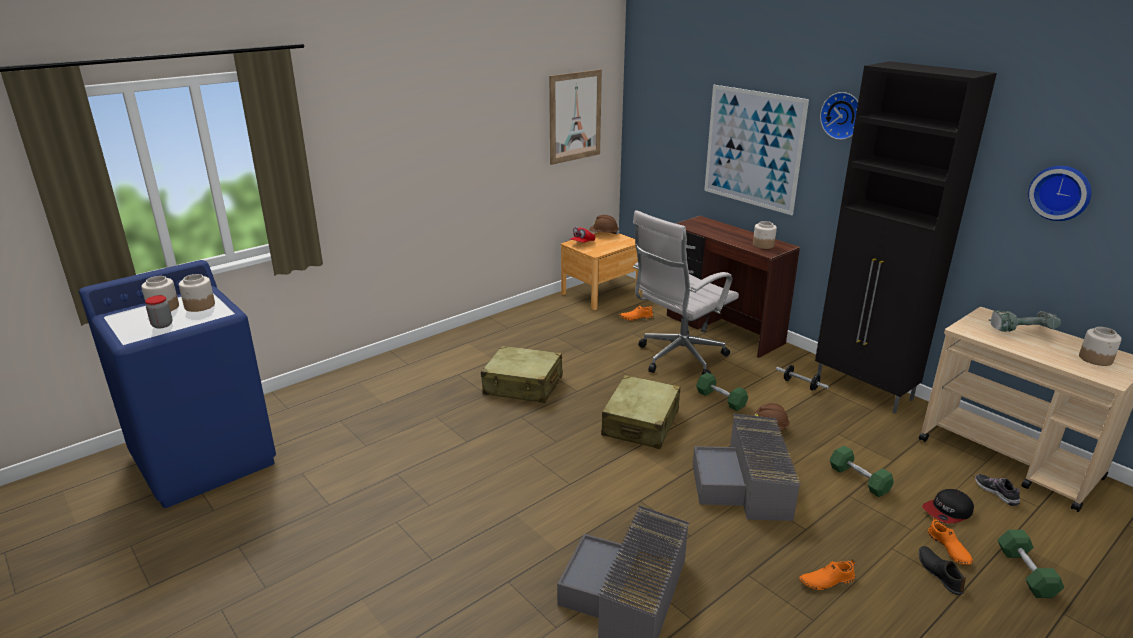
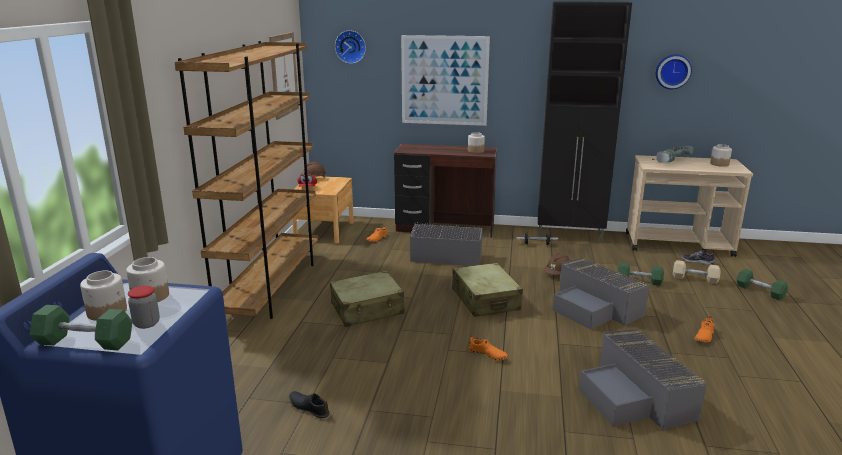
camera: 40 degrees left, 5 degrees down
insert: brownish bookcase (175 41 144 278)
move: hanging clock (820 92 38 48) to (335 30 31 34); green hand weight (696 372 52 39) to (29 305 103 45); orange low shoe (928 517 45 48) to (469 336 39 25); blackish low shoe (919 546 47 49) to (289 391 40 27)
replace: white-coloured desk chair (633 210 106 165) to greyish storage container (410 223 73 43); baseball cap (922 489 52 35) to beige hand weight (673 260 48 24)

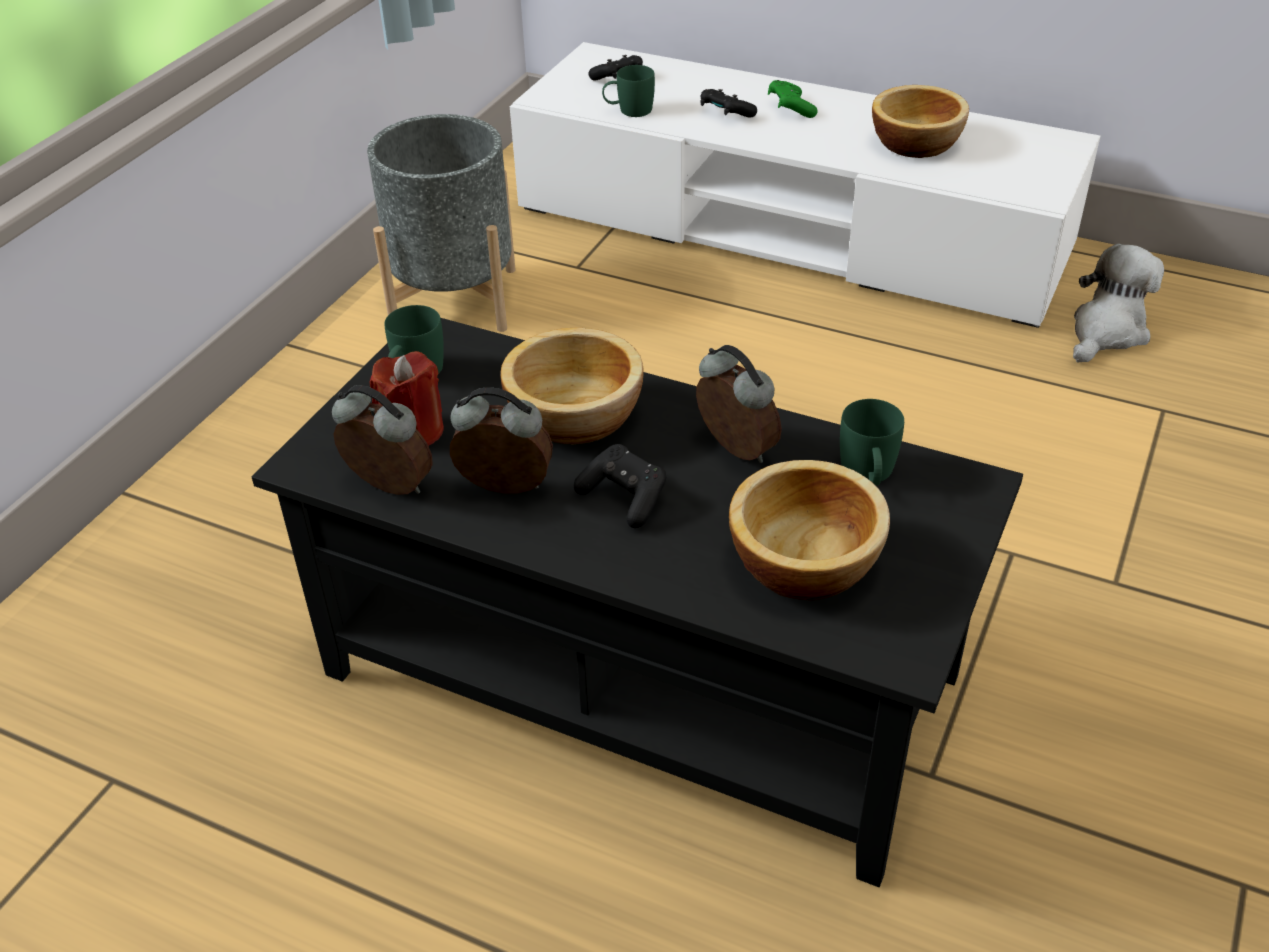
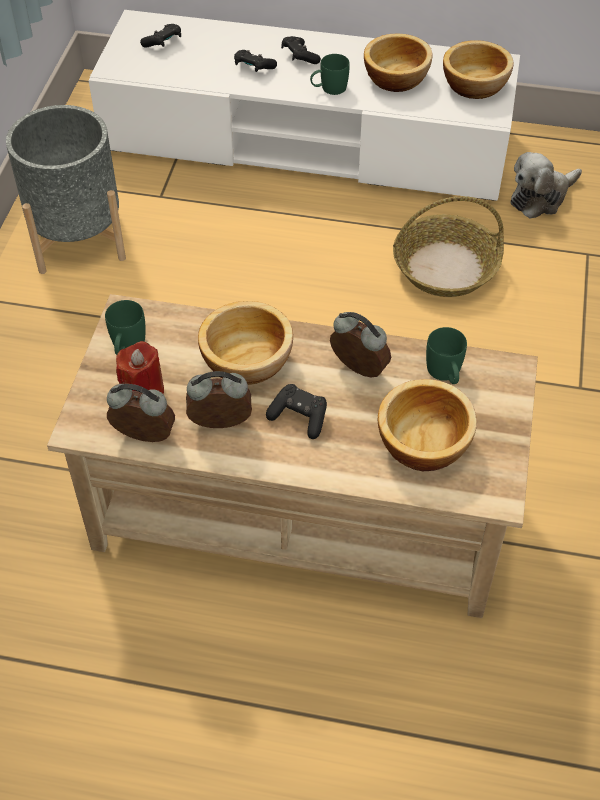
camera: 15 degrees left, 10 degrees up
insert: bowl (443 40 71 59); basket (393 196 111 101)
move: green mug (602 65 53 52) to (310 54 40 41)
recolor: green joypad (768 80 50 38) to blackish joypad (281 36 40 28); blackish low table (252 318 771 569) to beige low table (47 294 491 324)
rotate: plush toy (1073 244 91 119) = (511 152 71 67) 150 degrees counterclockwise

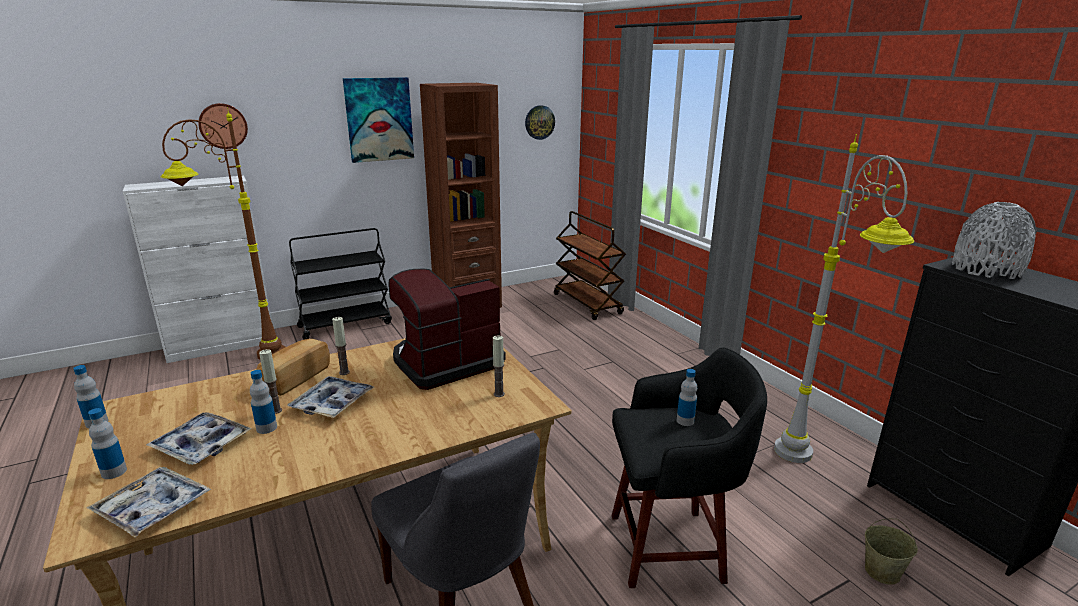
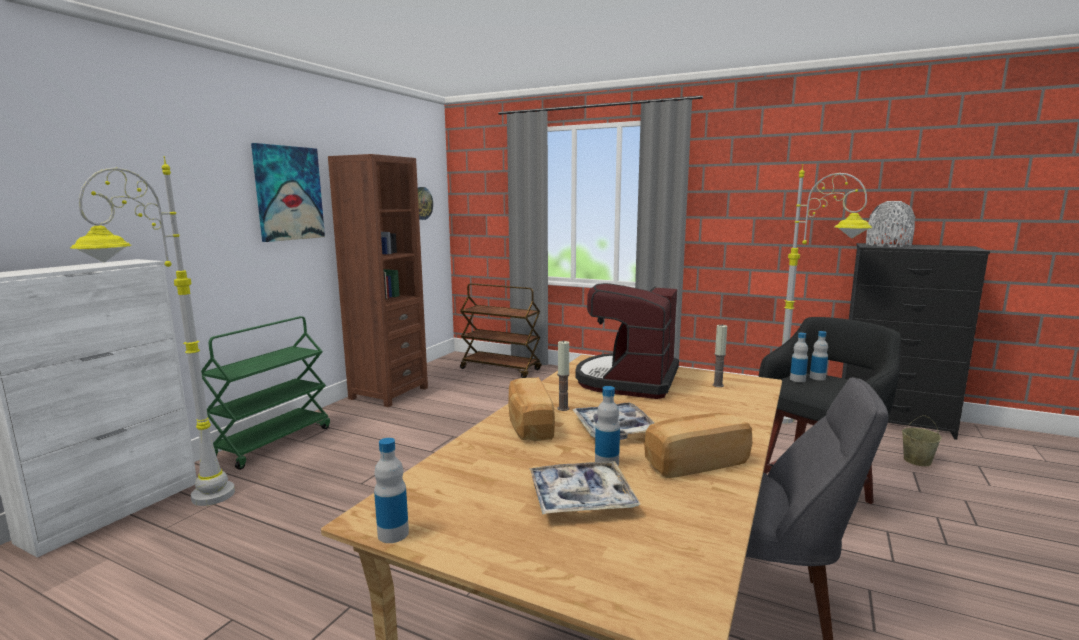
camera: 35 degrees left, 10 degrees down
delete: hanging clock (198 103 50 46); wax candle (259 349 23 65); serving tray (86 467 125 70)
insert: bread (644 413 108 65)
move: beverage bottle (88 408 39 71) to (790 333 18 49)
recolor: brownish floor lamp (161 107 124 253) to greyish floor lamp (70 156 165 350); blackish cart (289 228 103 112) to green cart (201 316 129 154)

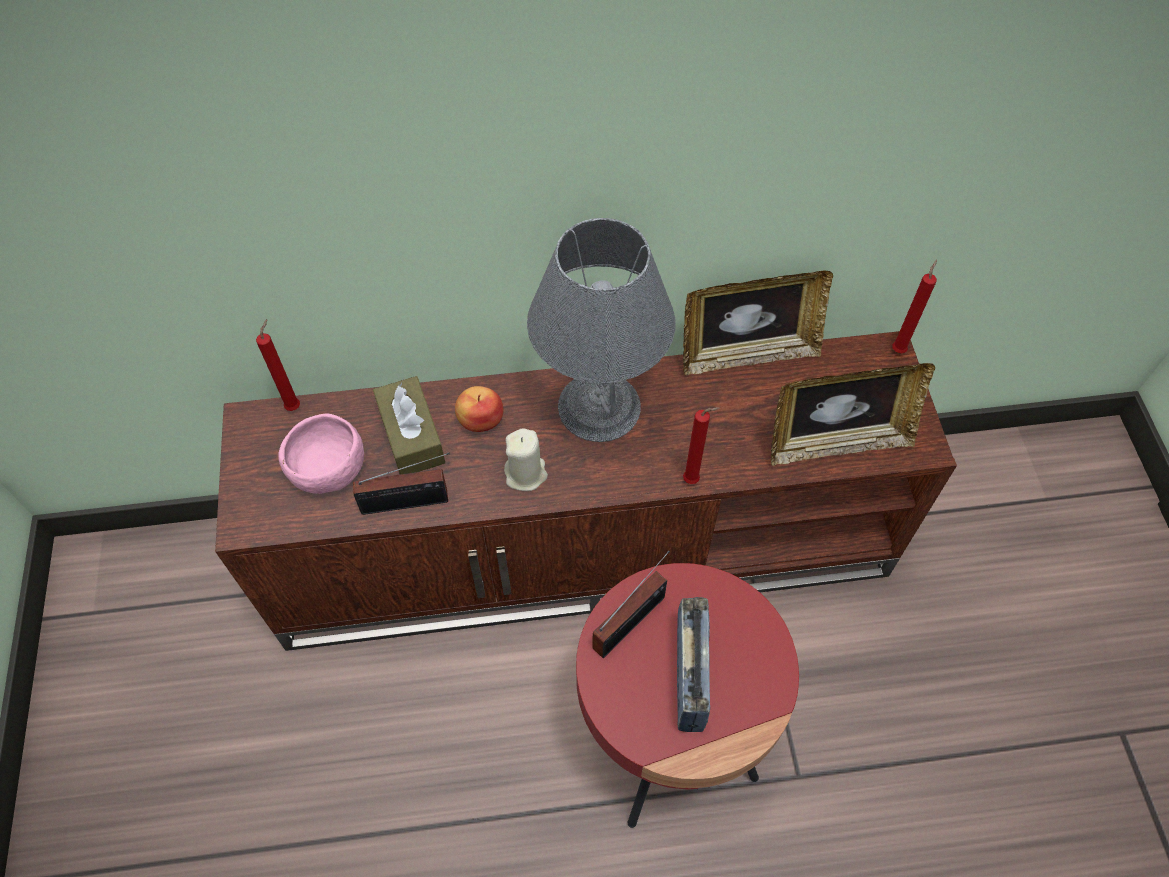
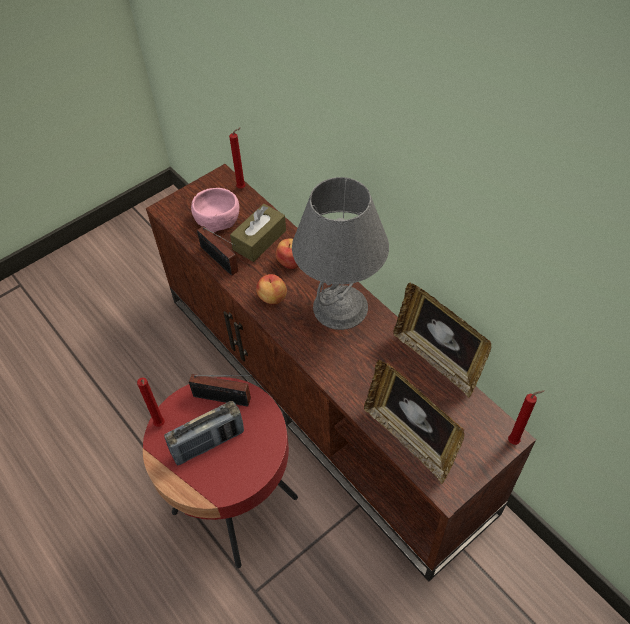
camera: 60 degrees right, 5 degrees down
move: reddish wax candle (683 407 37 77) to (137 377 28 50)
replace: beige wax candle (504 428 44 63) to whole apple (256 274 31 31)

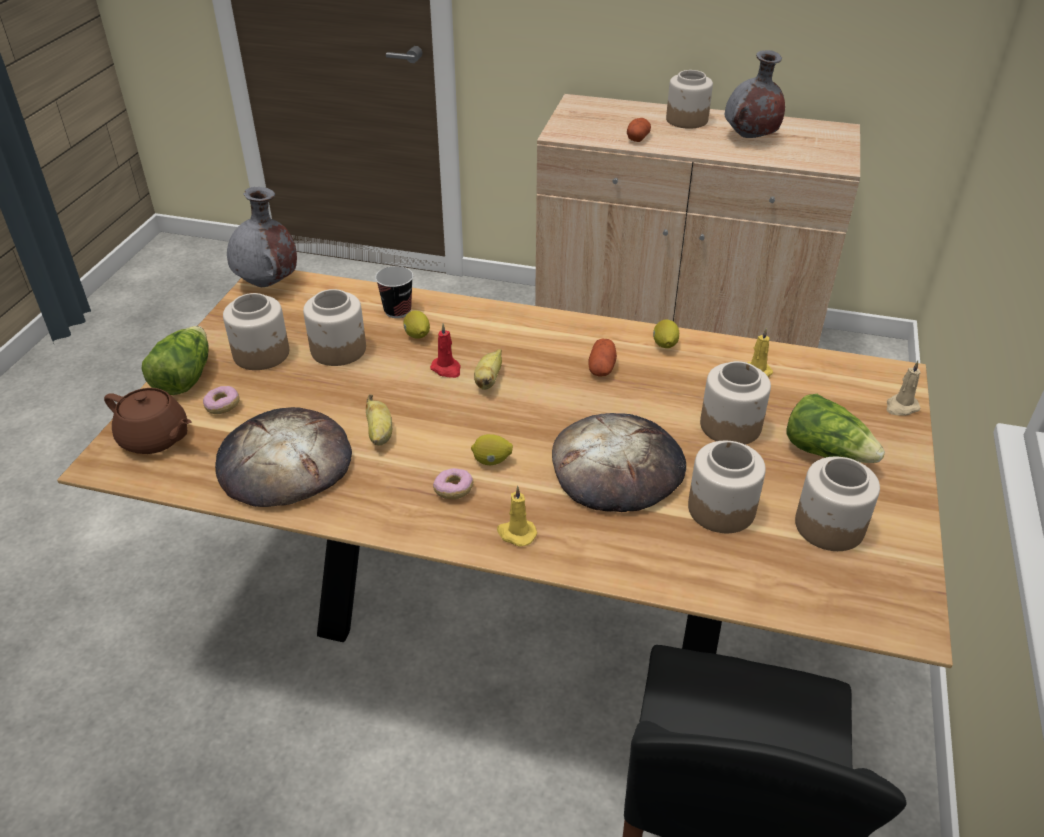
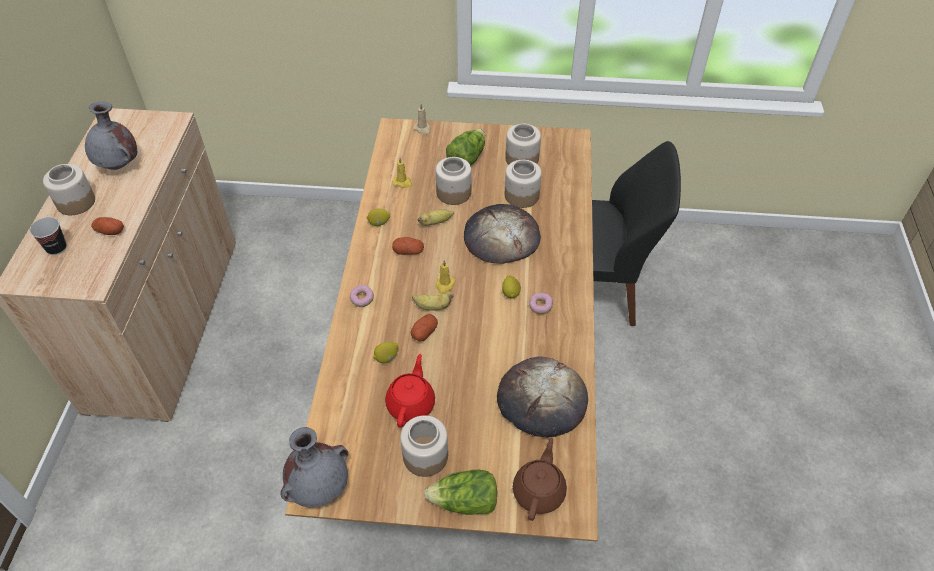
camera: 100 degrees left, 10 degrees up
move: cup (375 266 38 52) to (30 217 37 38); donut (203 386 37 28) to (350 285 24 22); banana fruit (366 395 26 51) to (418 209 36 17); yellow wax candle (497 486 40 60) to (436 260 19 34)
replace: storage jar (303 289 63 77) to reddish teapot (385 354 50 74); reddish wax candle (430 323 31 55) to potato (411 314 27 28)

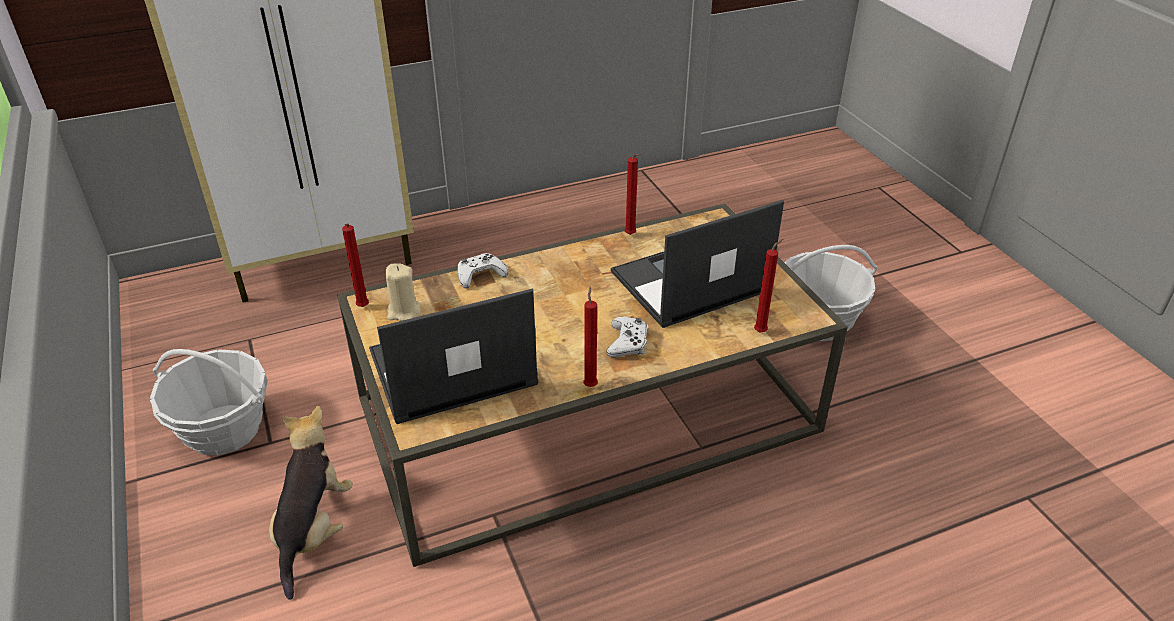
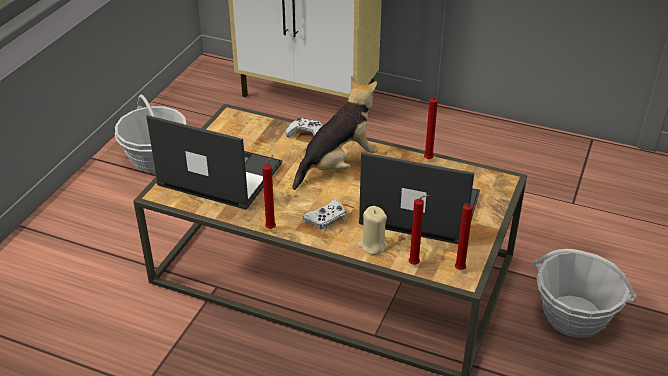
camera: 45 degrees right, 0 degrees up
move: reddish wax candle (342 224 27 83) to (455 203 18 67); beige wax candle (385 263 36 58) to (358 206 30 49); plush toy (269 406 84 194) to (293 76 85 114)

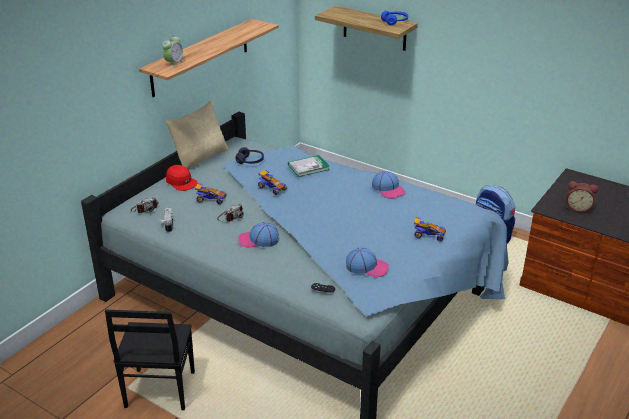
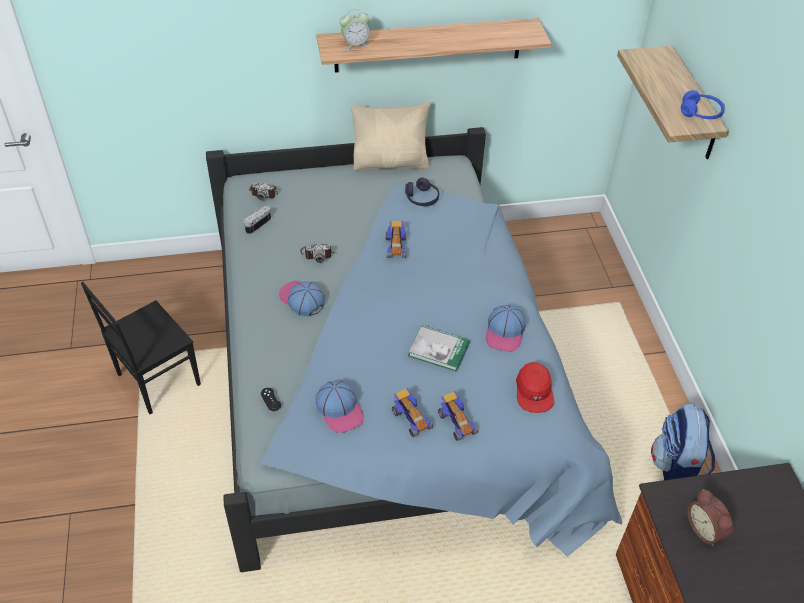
camera: 45 degrees right, 15 degrees up
move: book (288 155 42 22) to (408 325 62 47); reddish baseball cap (166 165 32 26) to (516 362 38 51); miniature car (195 183 32 21) to (392 388 41 49)

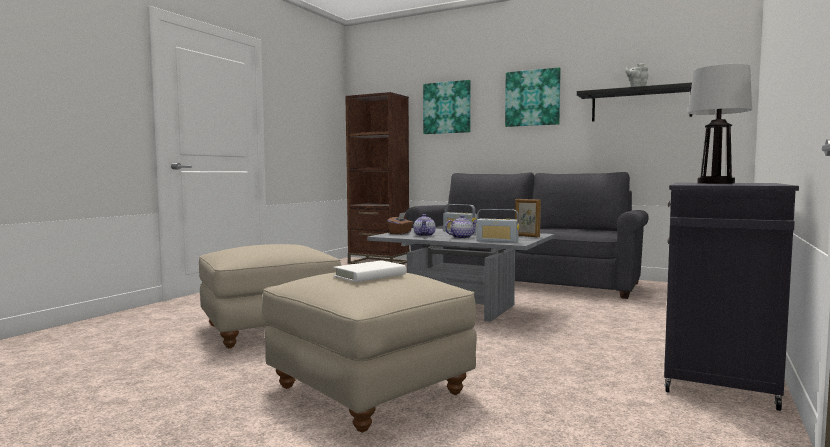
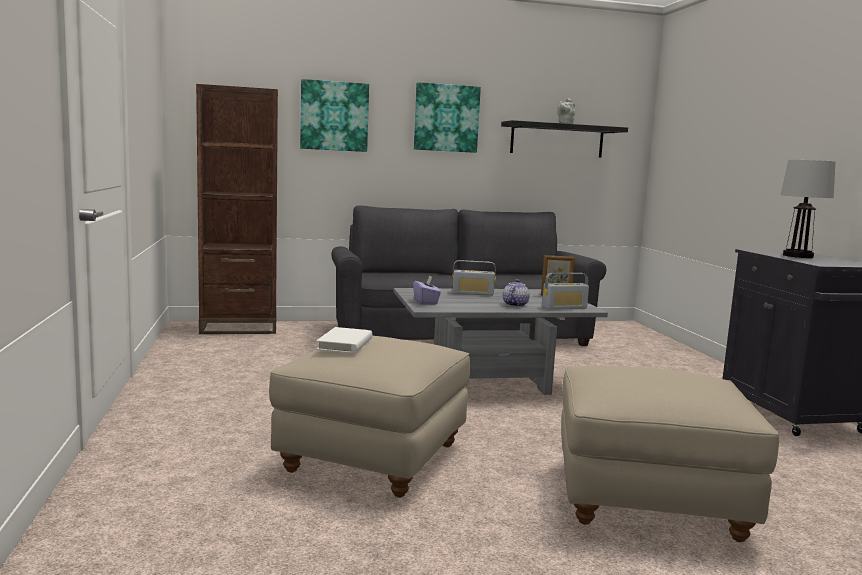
camera: 40 degrees left, 5 degrees up
delete: teapot (413 214 23 23)
move: white-coloured book (333 260 73 22) to (316 327 57 26)
recolor: brownish tissue box (387 212 26 22) to purplish tissue box (413 275 28 29)

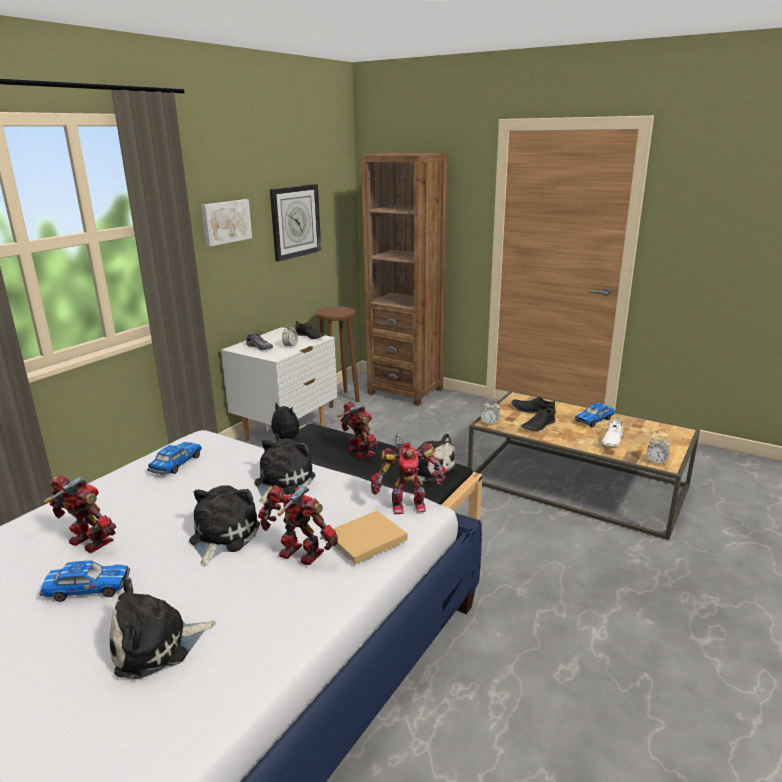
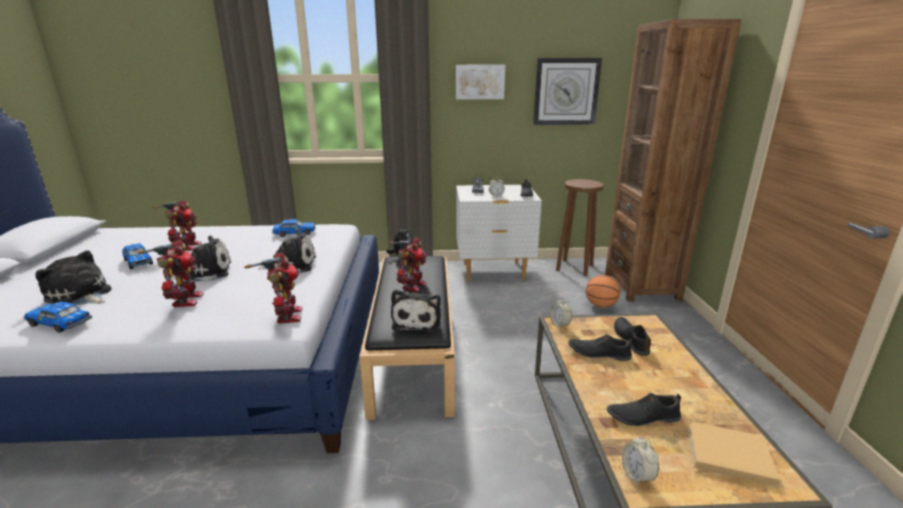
camera: 55 degrees right, 0 degrees up
insert: basketball ball (586 275 35 33)
move: miniature car (574 403 41 24) to (24 302 68 31); beige book (333 510 75 54) to (687 421 93 66)
recolor: white-coloured low shoe (600 417 23 30) to blackish low shoe (607 393 74 33)
rotate: model robot (371 434 76 80) = (244 252 59 72) 150 degrees counterclockwise

